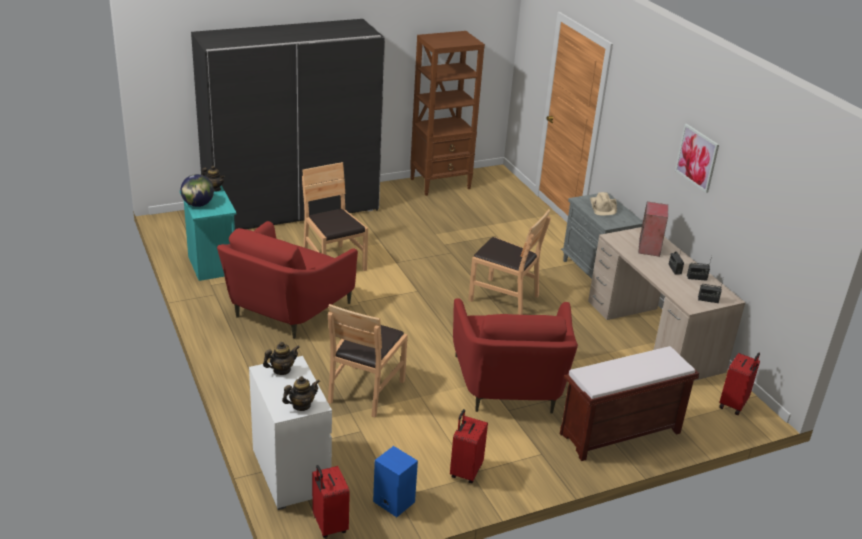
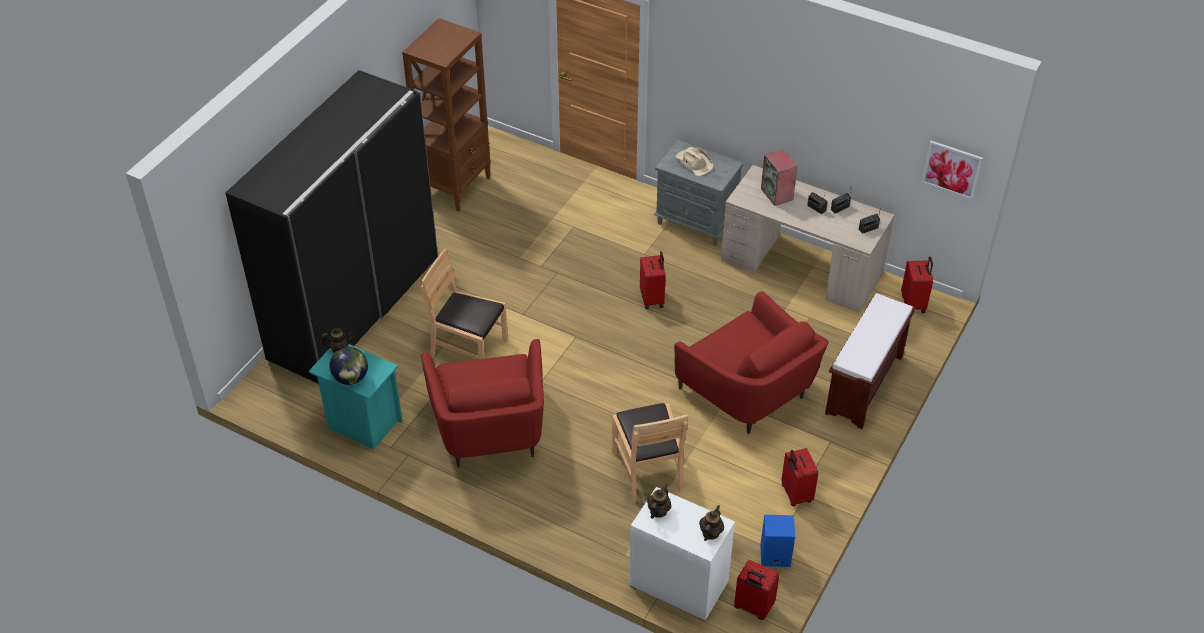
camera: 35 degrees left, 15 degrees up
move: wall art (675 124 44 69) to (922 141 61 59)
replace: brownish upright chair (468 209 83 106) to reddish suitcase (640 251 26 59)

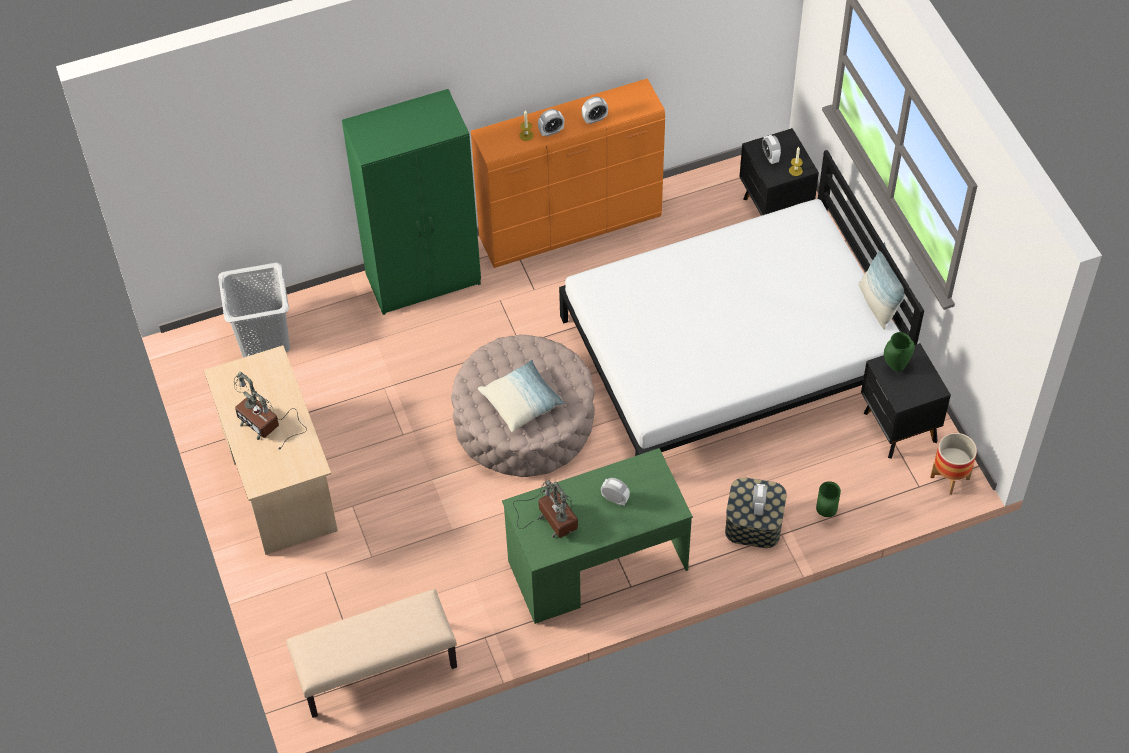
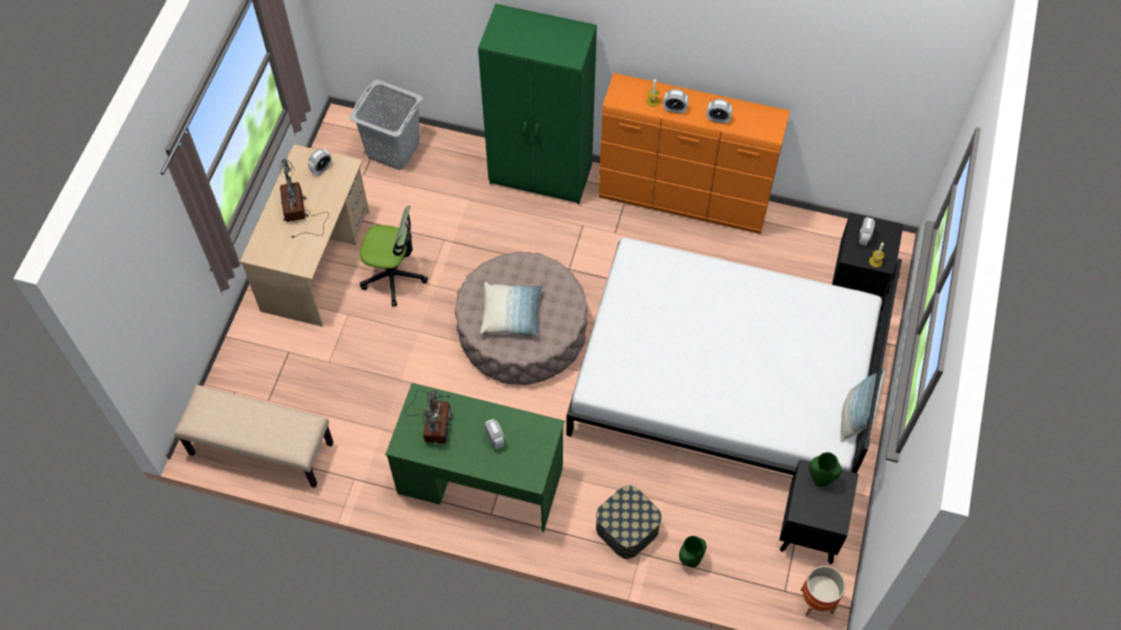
camera: 35 degrees right, 5 degrees up
insert: desk chair (360 206 68 101)
move: table clock (752 484 15 31) to (308 149 24 27)

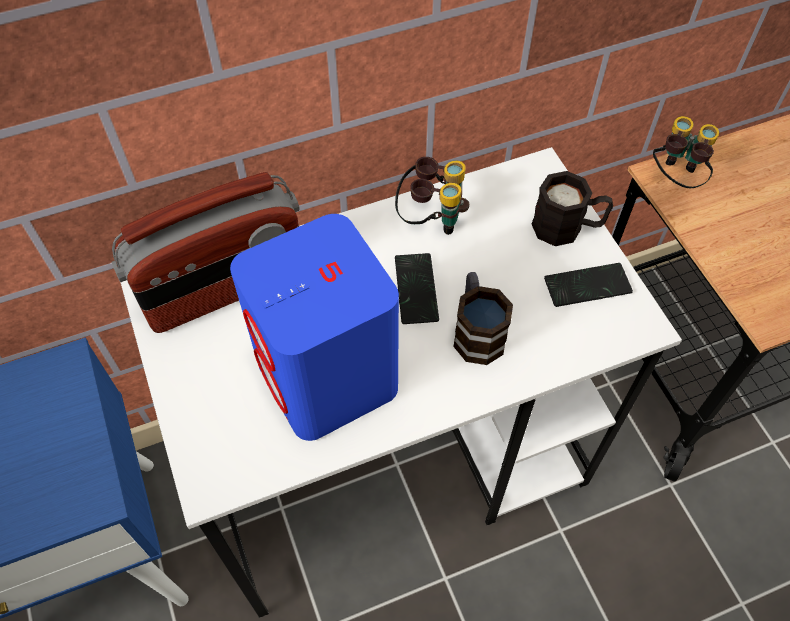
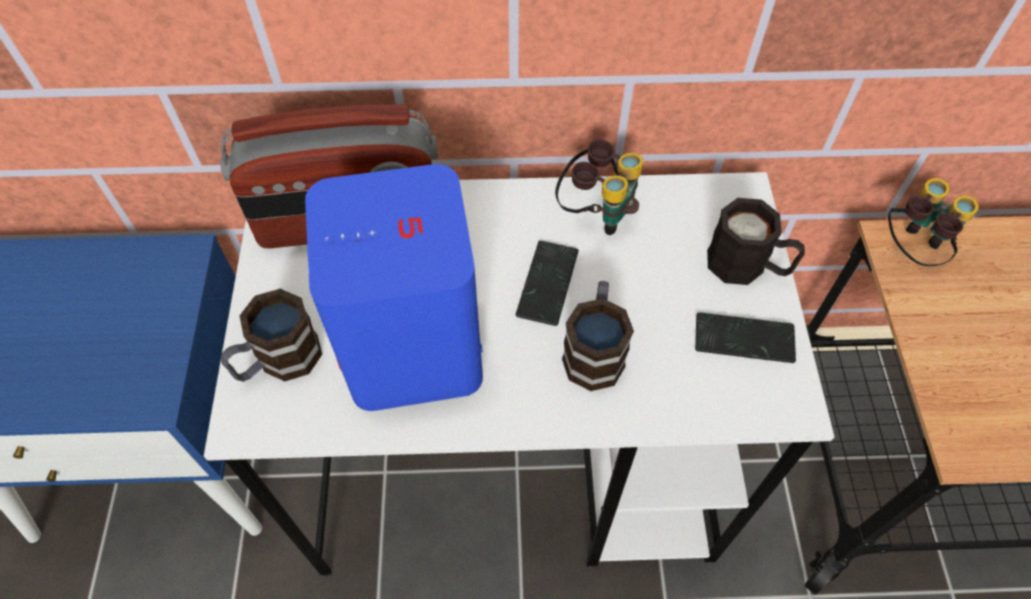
camera: 20 degrees right, 0 degrees up
insert: mug (221 289 101 92)

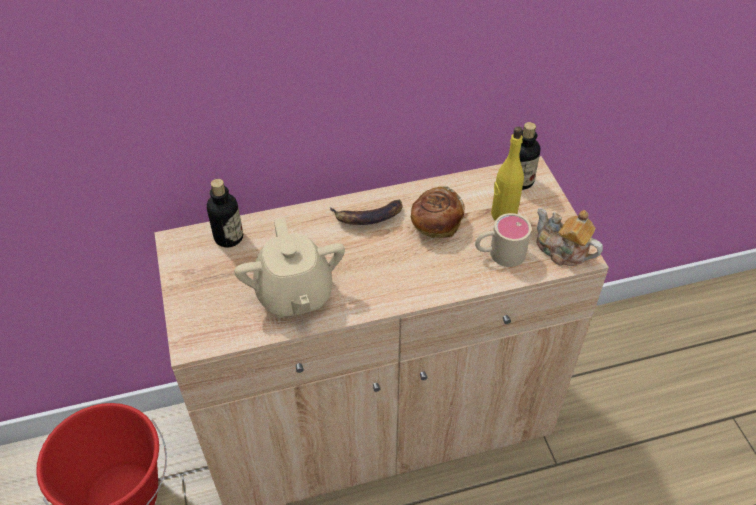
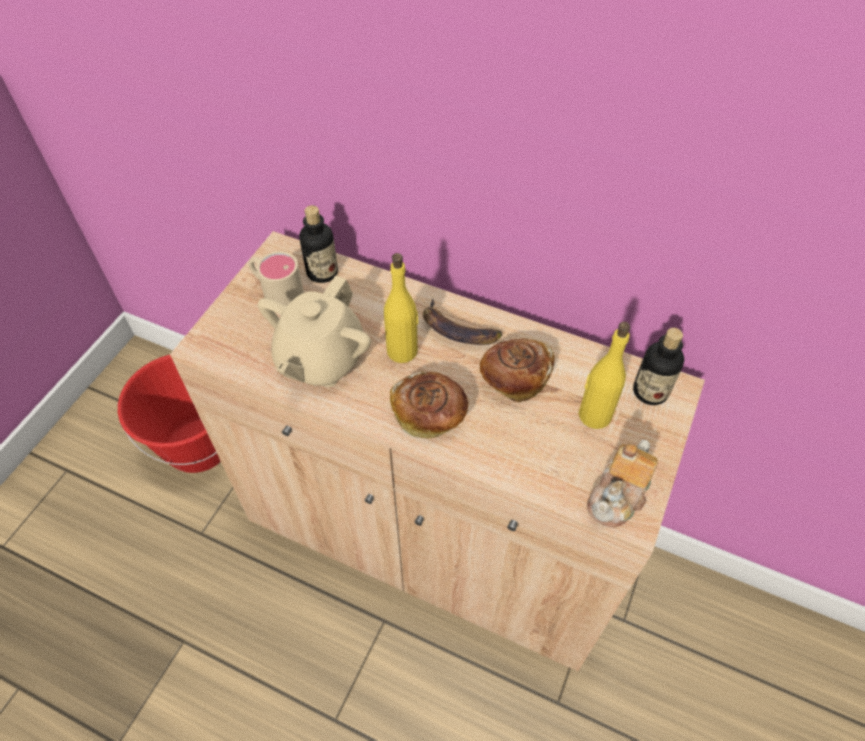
camera: 40 degrees right, 5 degrees up
insert: yellow beverage bottle (384 253 34 110); bread (390 371 78 68)
move: beige mug (475 213 56 54) to (249 251 55 55)
rotate: teapot (536 208 67 58) = (587 440 71 88) 135 degrees counterclockwise

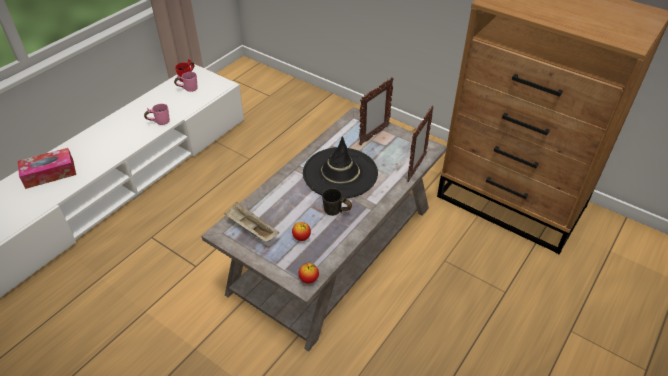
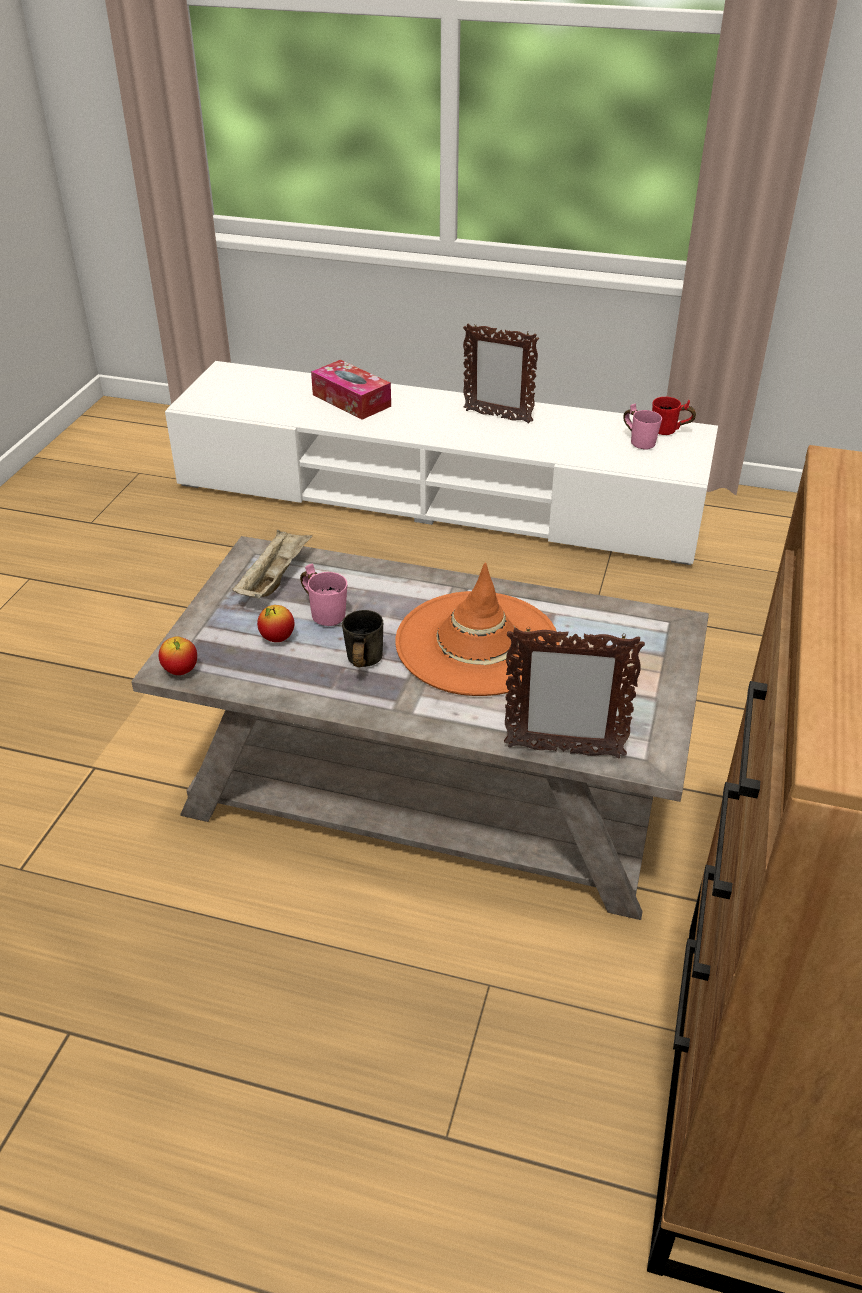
camera: 70 degrees right, 5 degrees down
move: standing frame (359 77 35 68) to (463 323 76 101); pink mug (144 104 26 21) to (300 564 47 62)
recolor: blackish hat (303 136 75 62) to orange hat (395 562 164 134)

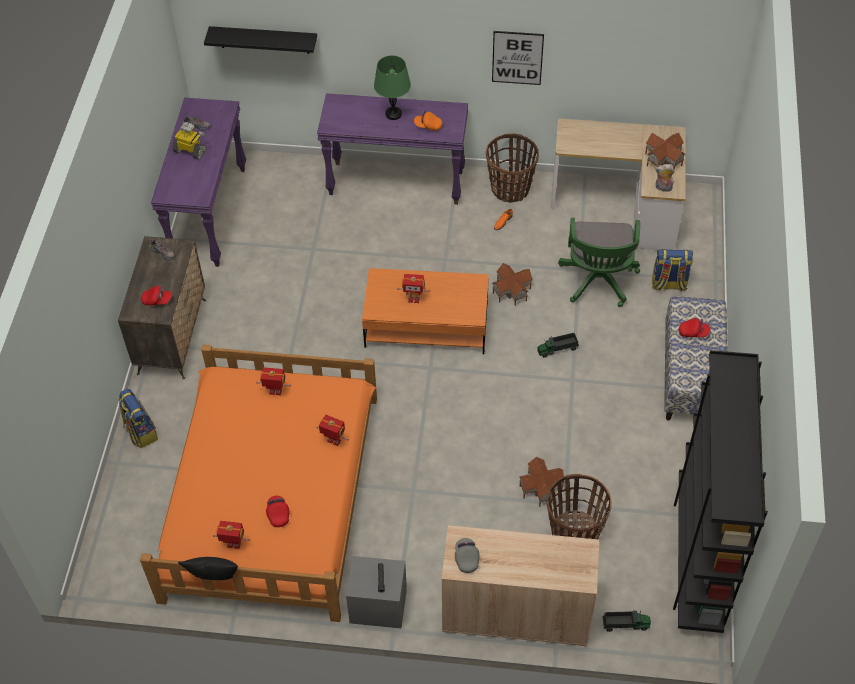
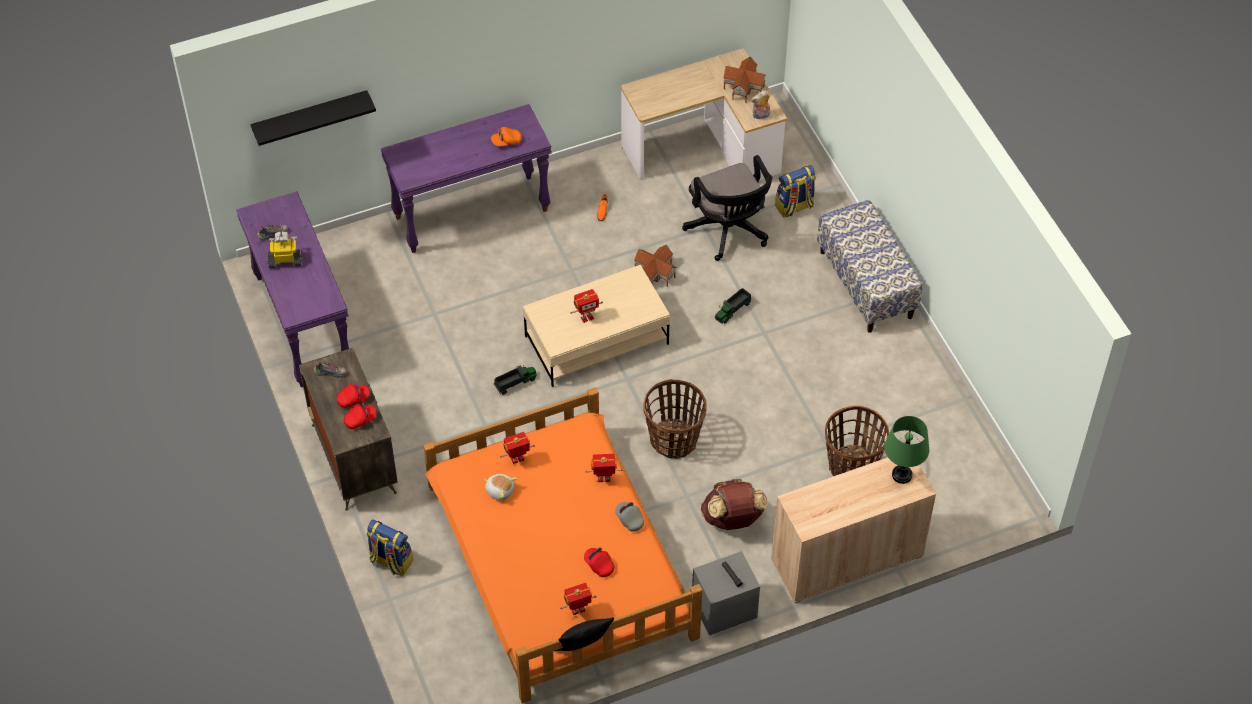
camera: 30 degrees left, 0 degrees up
delete: wall art (492 31 52 54); blackish bookcase (673 350 95 283); model house (519 457 46 50)
insert: plush toy (485 474 32 27); brownish knapsack (701 479 67 51)
move: green lamp for a table (374 56 37 64) to (884 416 45 68); basket (486 133 53 70) to (643 379 64 80); reddish baseball cap (679 318 32 19) to (337 382 33 26); greyish baseball cap (455 538 25 35) to (615 502 29 30); model truck (603 611 48 21) to (494 365 43 30)
recolor: green desk chair (558 218 82 89) to blackish desk chair (682 155 91 106); orange low table (362 268 127 86) to beige low table (523 265 147 122)

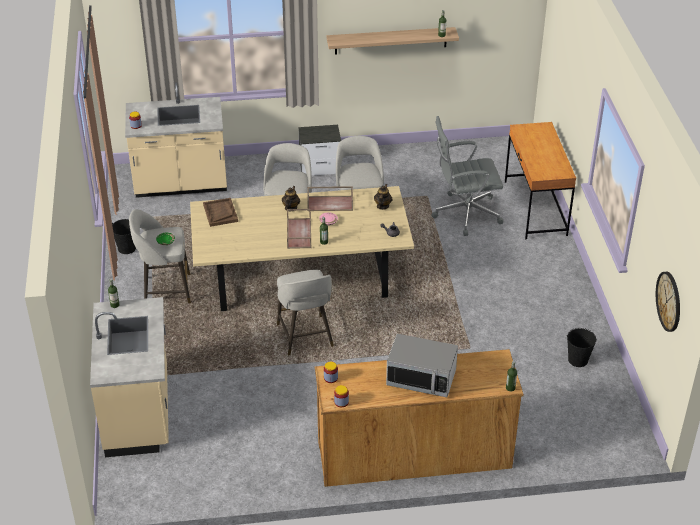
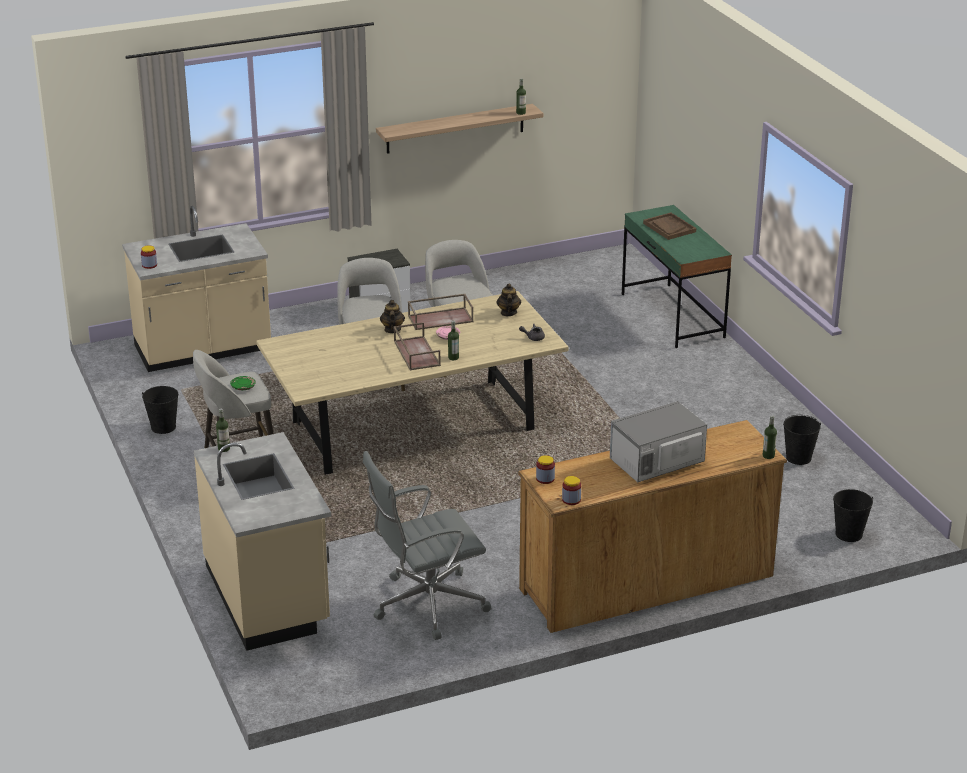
camera: 15 degrees left, 10 degrees down
delete: greyish stool seat (277 270 57 85); hanging clock (656 272 24 60)
insert: blackish pail (833 489 40 53)
move: greyish desk chair (431 116 72 120) to (363 451 128 189); brownish serving tray (203 198 35 29) to (643 212 53 28)
recolor: brownish desk (505 122 71 117) to green desk (622 205 110 143)
rotate: microwave (386 334 72 63) = (610 401 97 81) 150 degrees clockwise

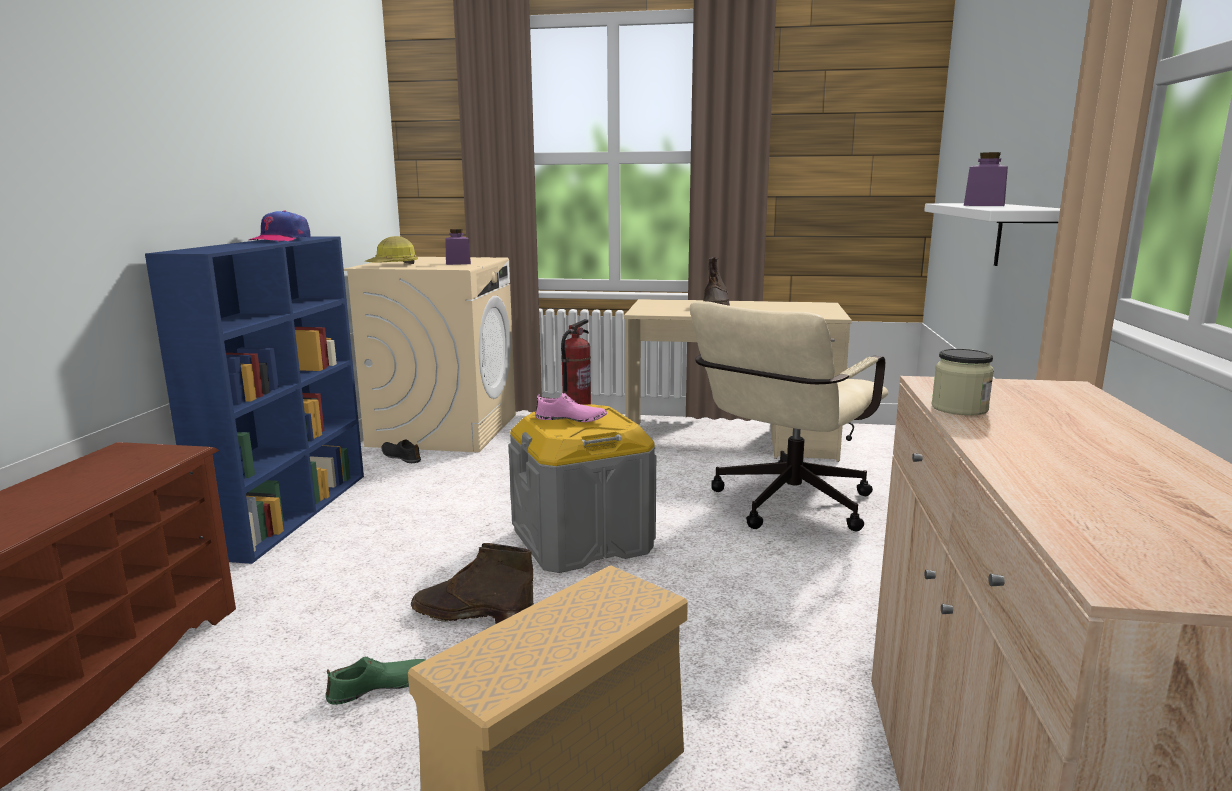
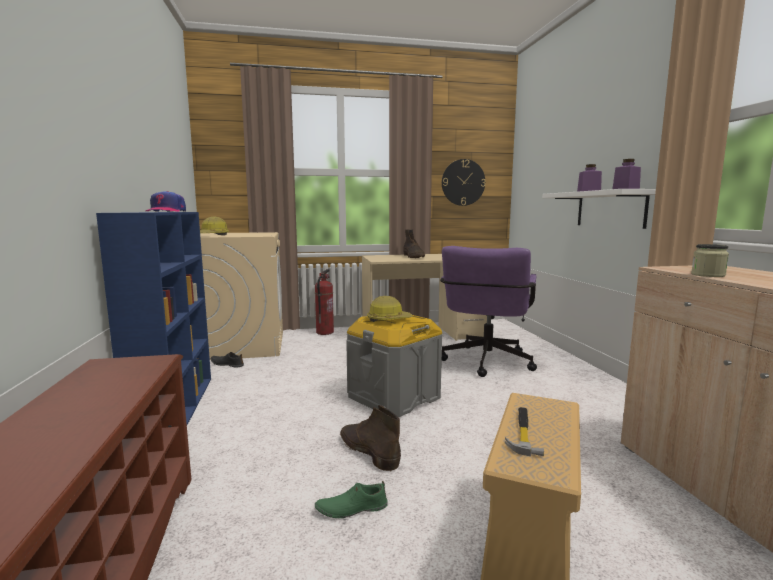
camera: 20 degrees left, 5 degrees down
insert: hanging clock (442 159 44 47); hammer (505 407 39 49)
move: purplish storage jar (445 229 26 36) to (612 159 29 30)
replace: pink low shoe (535 393 72 29) to work helmet (367 296 46 26)
recolor: beige desk chair (690 301 198 231) to purplish desk chair (440 246 97 131)
rotate: brownish tall boot (411 543 123 81) = (340 405 61 66) 60 degrees clockwise; green low shoe (325 657 101 48) = (315 481 73 37) 150 degrees counterclockwise

